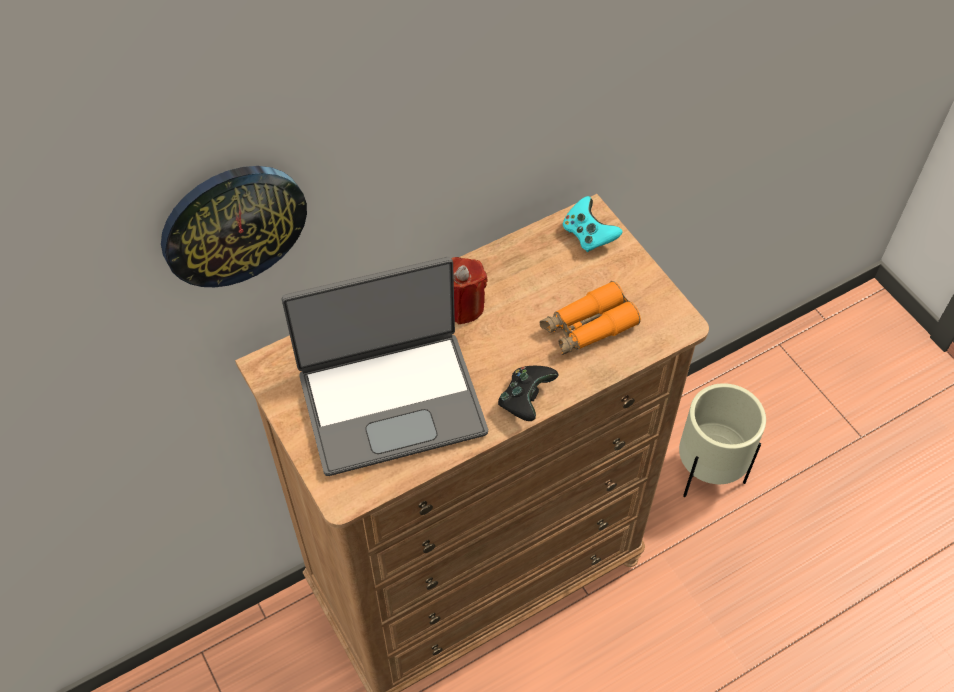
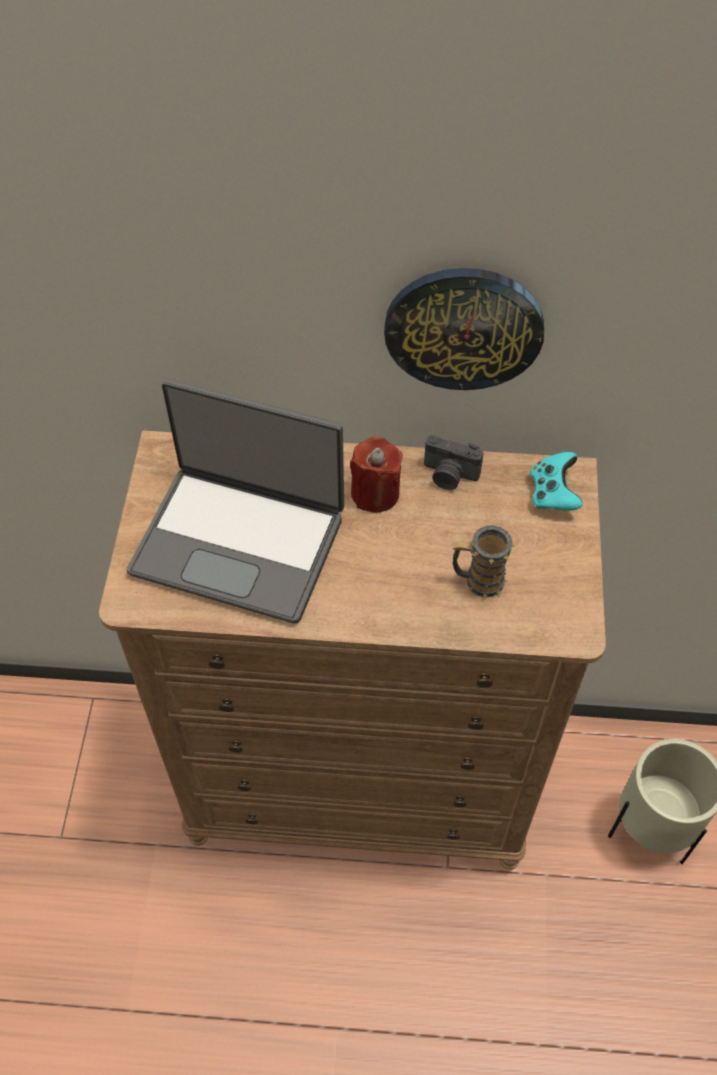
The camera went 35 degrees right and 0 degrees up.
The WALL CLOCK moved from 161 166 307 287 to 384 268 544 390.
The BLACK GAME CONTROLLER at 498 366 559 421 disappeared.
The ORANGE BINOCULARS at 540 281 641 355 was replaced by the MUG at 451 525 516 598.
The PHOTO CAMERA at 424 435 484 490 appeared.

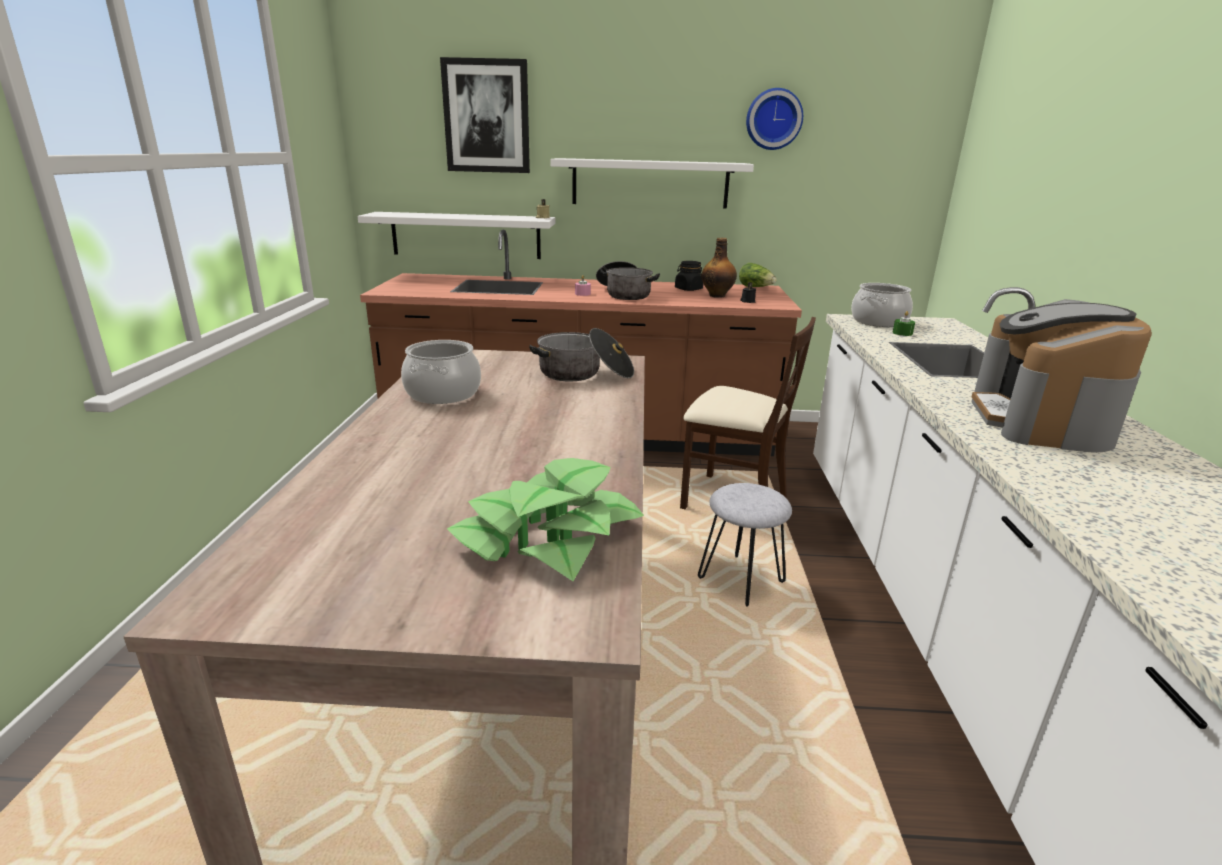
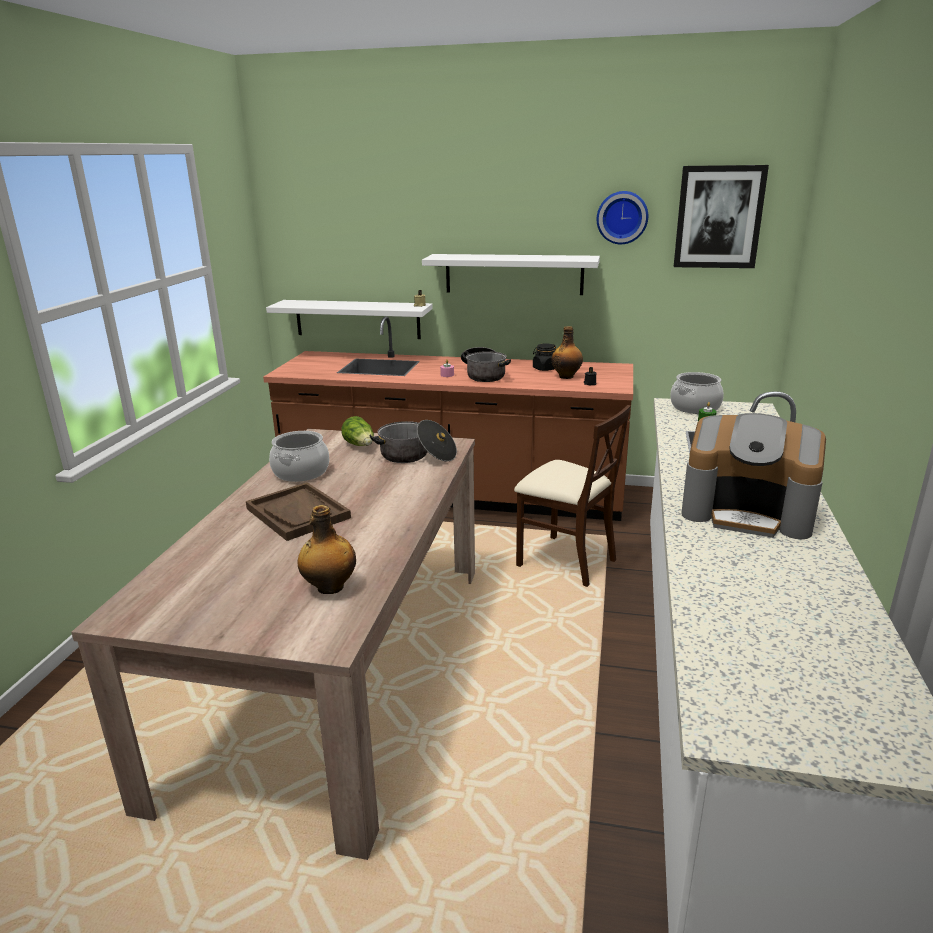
The camera went 10 degrees right and 0 degrees up.
The PICTURE moved from 440 57 530 173 to 674 165 769 268.
The POTTED PLANT at 447 458 644 581 was replaced by the BOTTLE at 297 505 356 594.
The GREY STOOL at 698 483 792 607 disappeared.
The LETTUCE moved from 739 263 777 287 to 341 416 374 446.
The COFFEE MACHINE at 971 299 1152 453 turned 90 degrees counterclockwise.
The BROWN TRAY at 246 482 351 541 appeared.

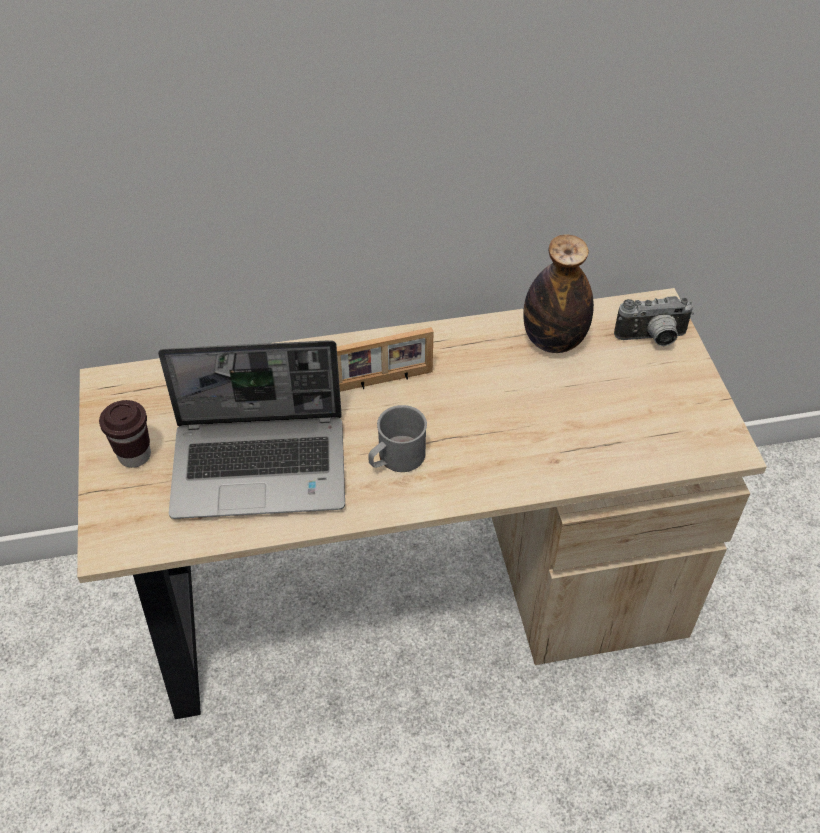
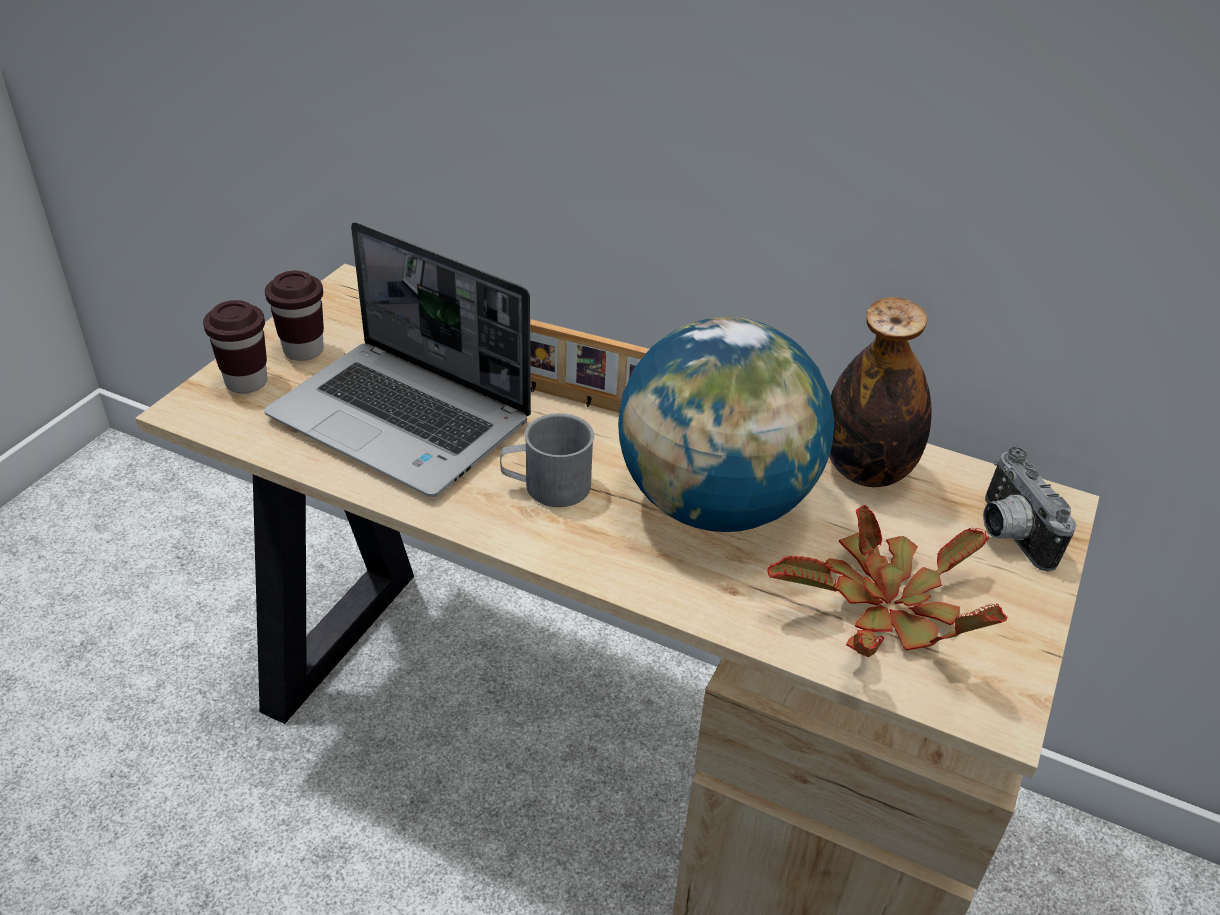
The camera went 35 degrees right and 10 degrees down.
The PHOTO CAMERA at 614 296 694 346 turned 45 degrees clockwise.
The BROWN CUP at 203 300 267 393 appeared.
The GLOBE at 618 317 834 532 appeared.
The POTTED PLANT at 768 505 1007 657 appeared.

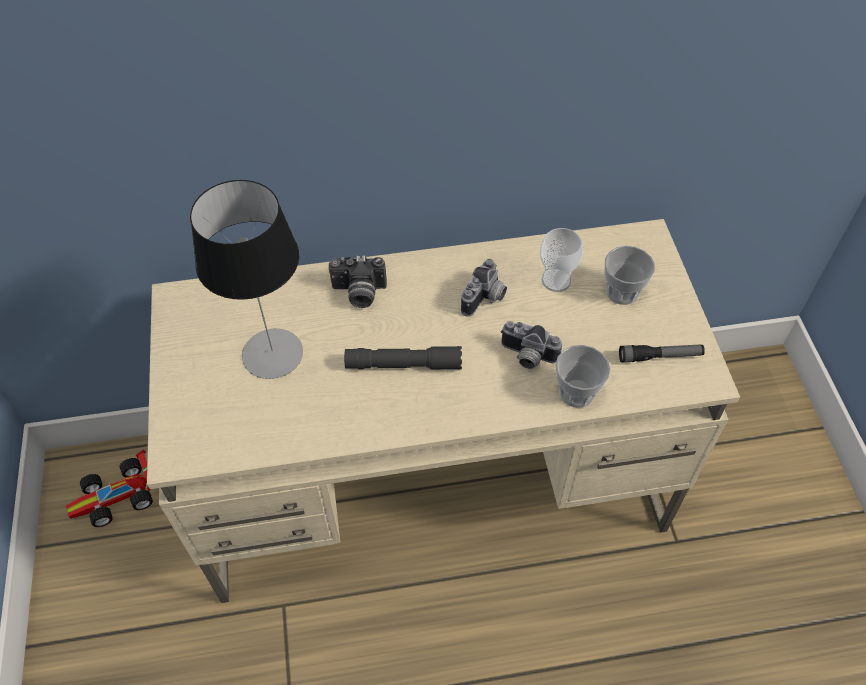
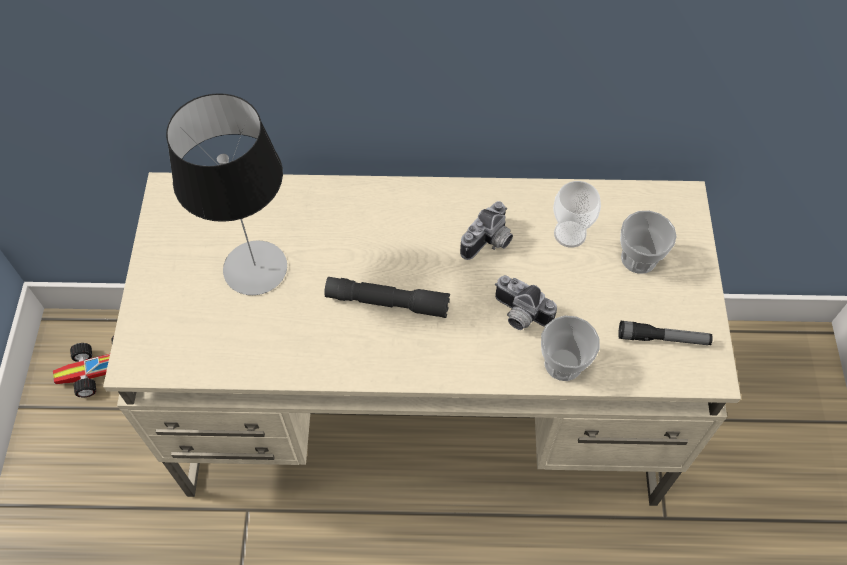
The camera went 10 degrees right and 5 degrees up.
The PHOTO CAMERA at 329 255 387 308 disappeared.

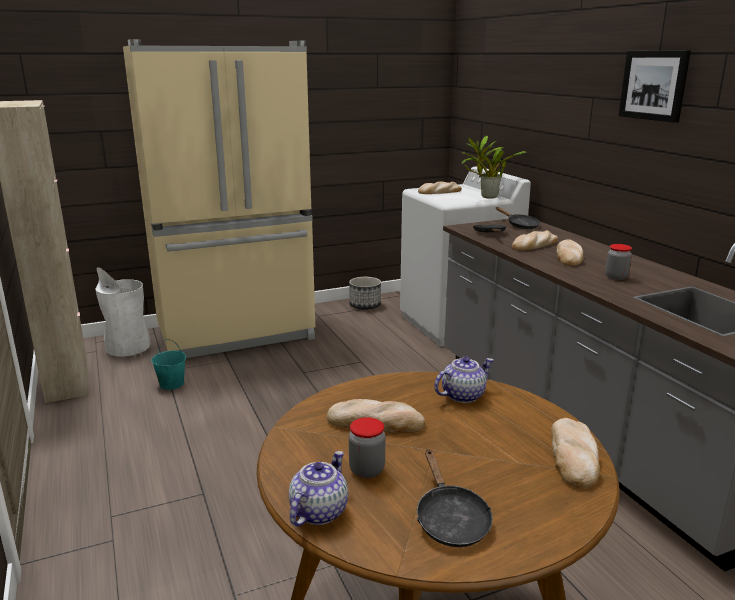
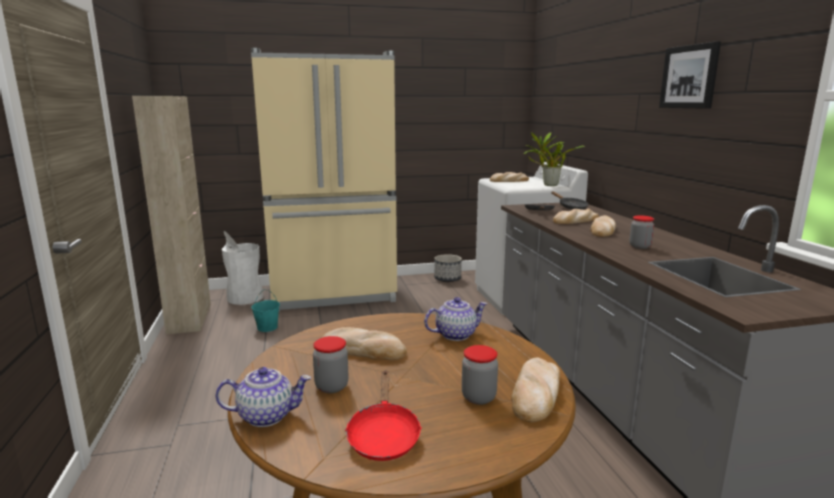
The camera went 10 degrees right and 5 degrees down.
The TEAPOT at 289 451 348 526 turned 45 degrees clockwise.
The BLACK FRYING PAN at 417 449 493 547 became the RED FRYING PAN at 345 370 422 461.
The JAR at 462 345 498 405 appeared.

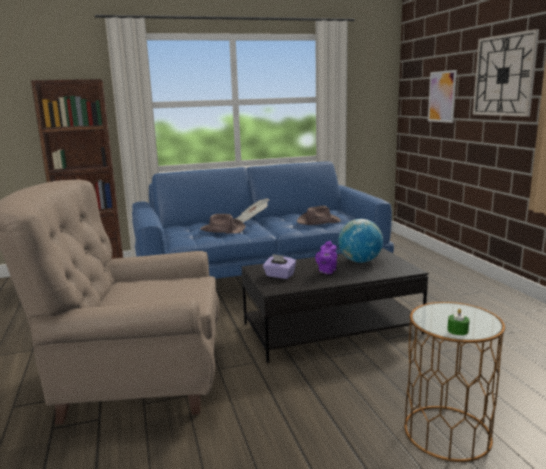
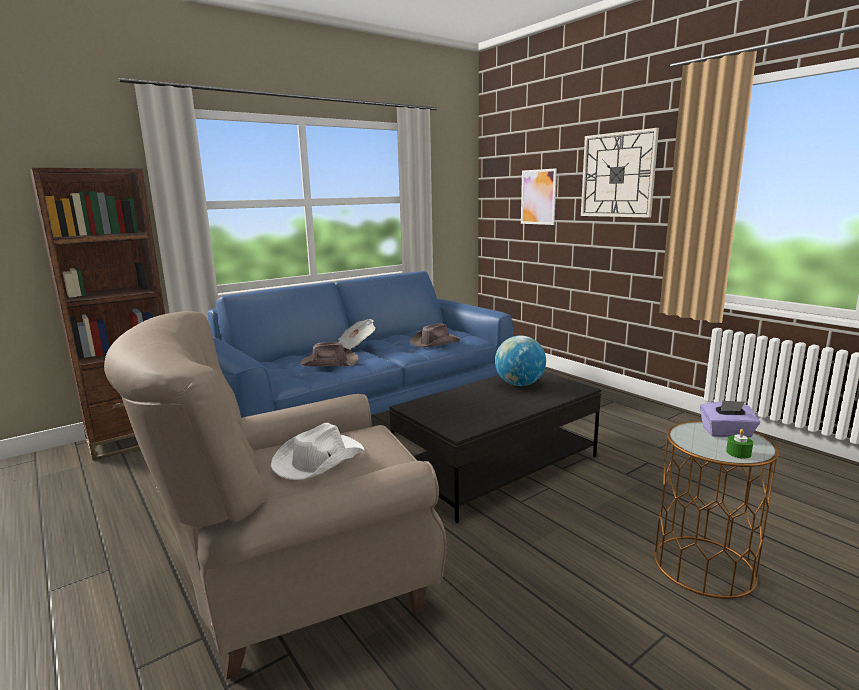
The camera went 20 degrees left and 0 degrees up.
The PURPLE TISSUE BOX moved from 263 254 296 279 to 700 400 760 438.
The PURPLE TEAPOT at 315 240 337 274 disappeared.
The WHITE HAT at 270 423 365 480 appeared.

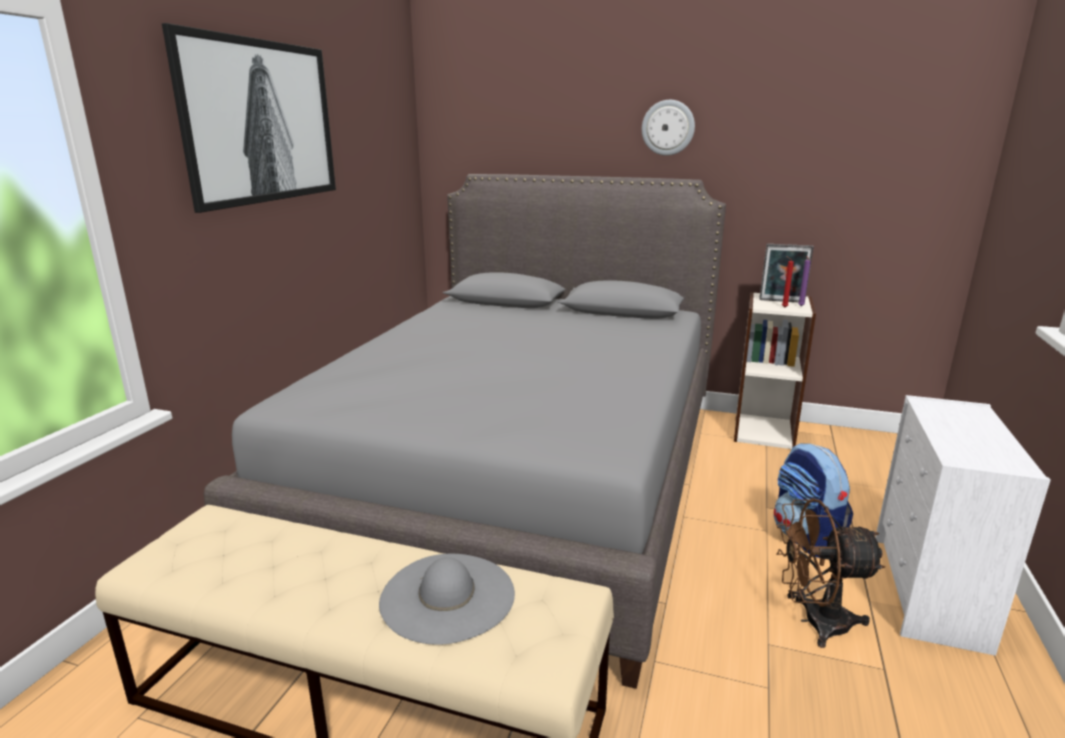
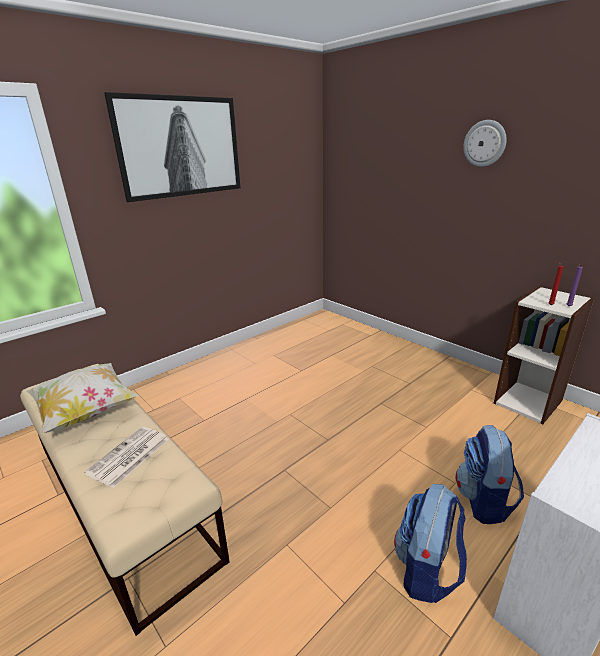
The camera went 30 degrees right and 5 degrees up.
The GREY BED at 204 174 726 689 disappeared.
The GREY HAT at 379 554 515 645 was replaced by the NEWSPAPER at 84 427 169 488.
The PICTURE FRAME at 759 244 814 303 disappeared.
The BROWN FAN at 777 498 885 648 was replaced by the BACKPACK at 394 484 467 603.
The PILLOW at 26 363 139 434 appeared.

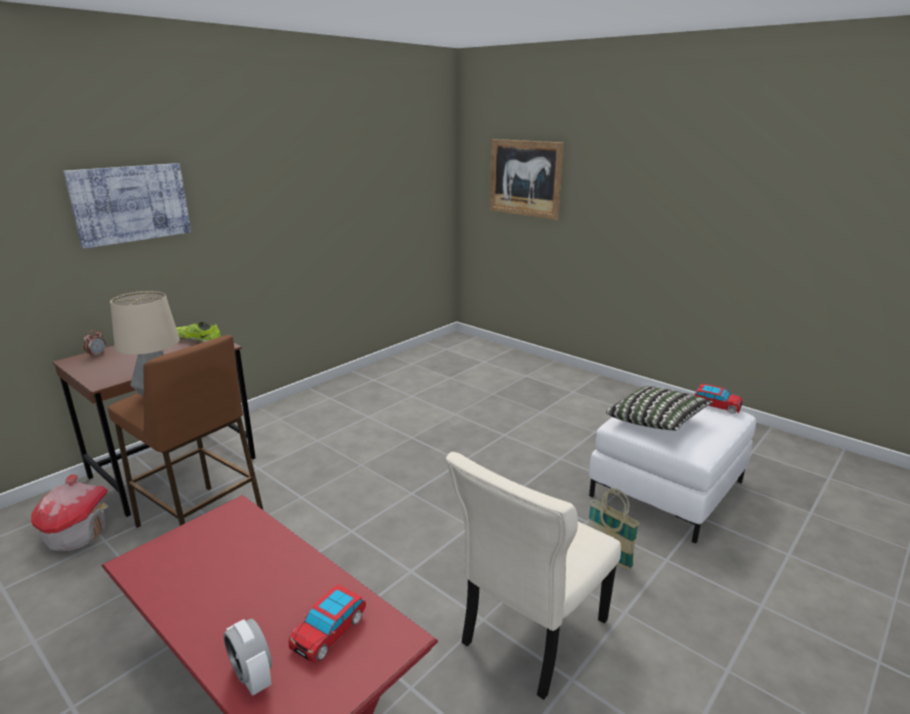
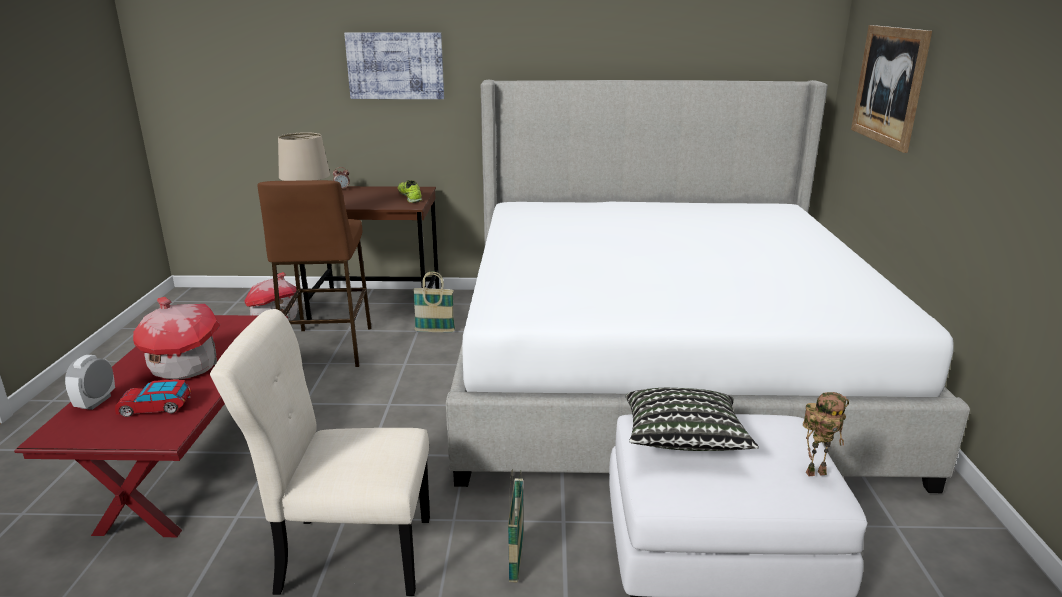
The camera went 50 degrees right and 0 degrees up.
The TOY CAR at 694 384 743 414 was replaced by the TOY ROBOT at 803 392 849 476.
The TOY HOUSE at 133 297 220 380 appeared.
The BASKET at 413 271 455 332 appeared.
The BED at 446 80 970 493 appeared.

